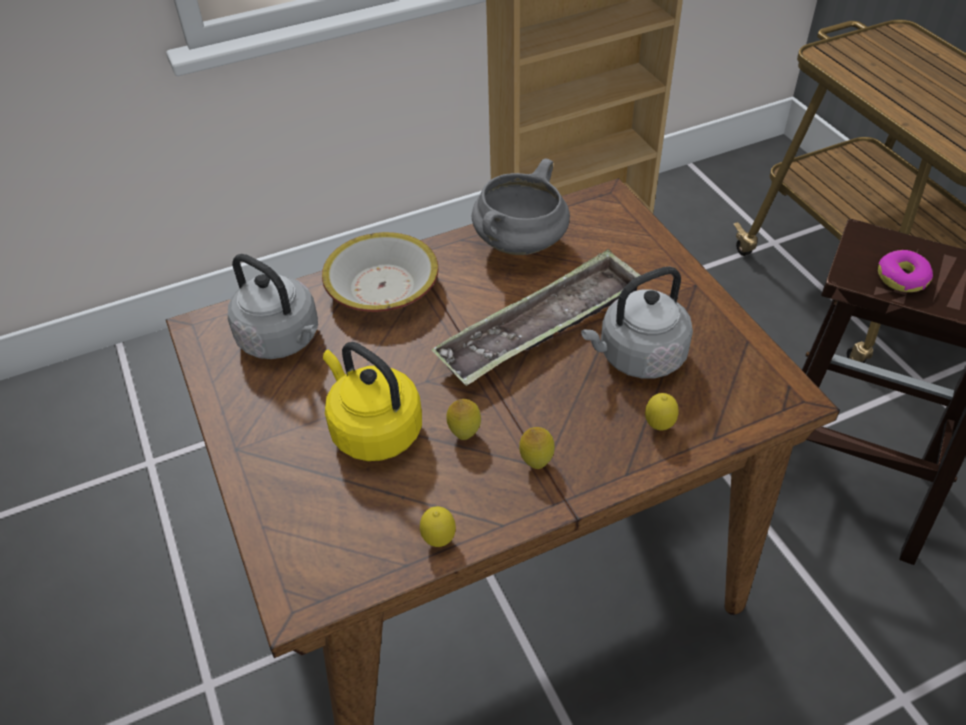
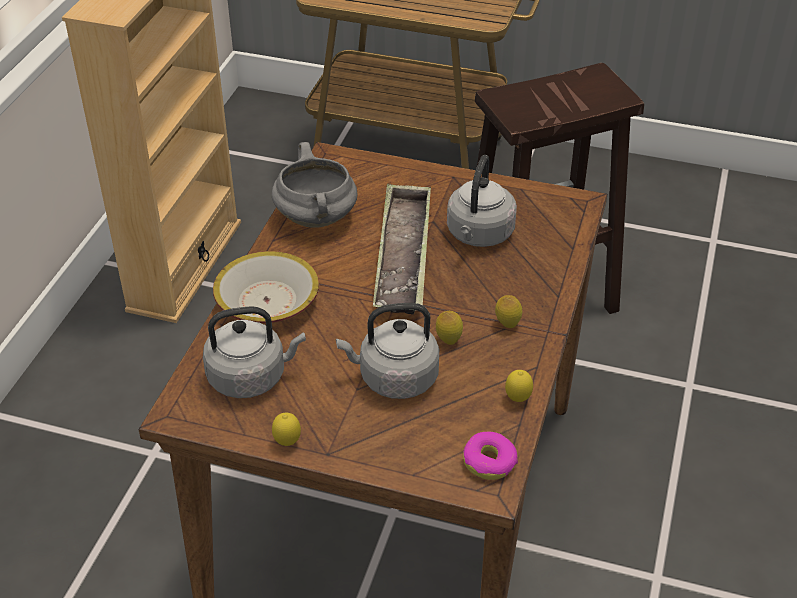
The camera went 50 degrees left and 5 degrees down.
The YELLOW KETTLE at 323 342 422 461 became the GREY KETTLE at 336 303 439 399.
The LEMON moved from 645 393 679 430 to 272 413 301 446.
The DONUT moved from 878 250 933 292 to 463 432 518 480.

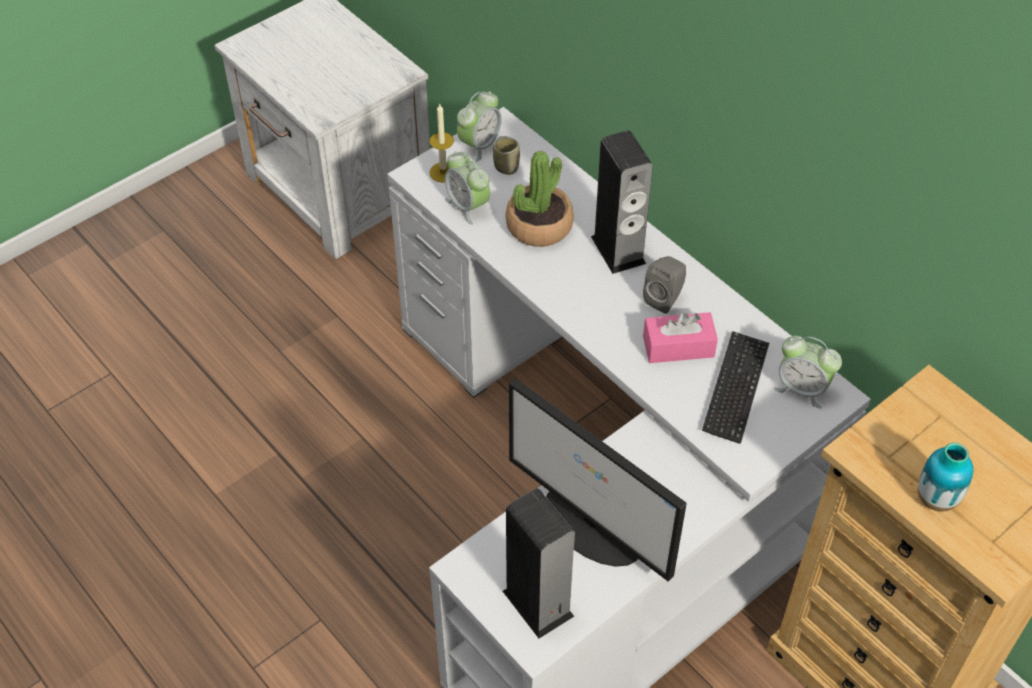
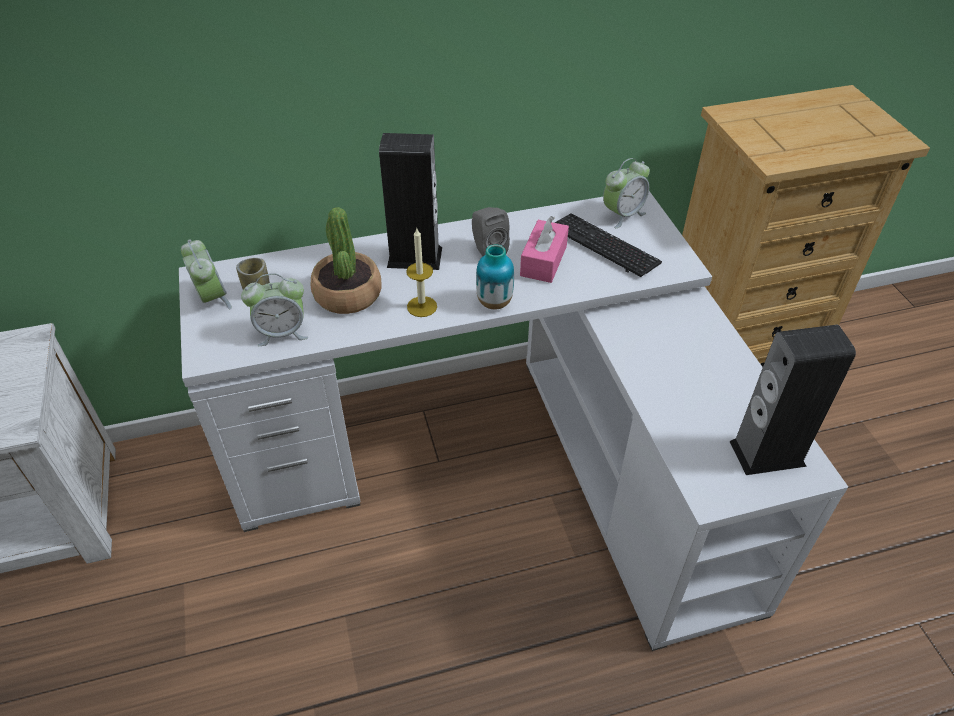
The camera went 65 degrees left and 5 degrees down.
The CANDLE moved from 429 103 454 183 to 406 228 437 317.
The MONITOR at 509 378 687 582 disappeared.
The VASE moved from 918 443 973 512 to 476 244 514 309.

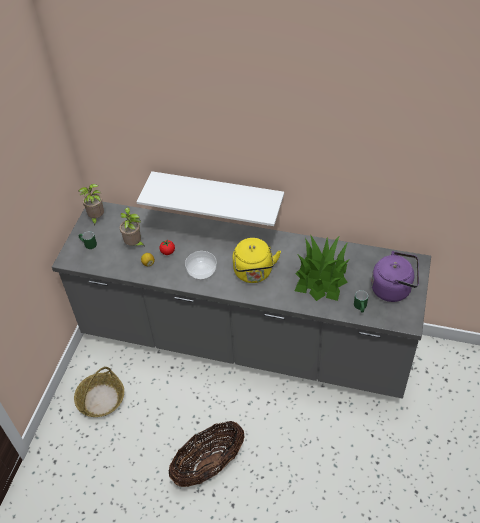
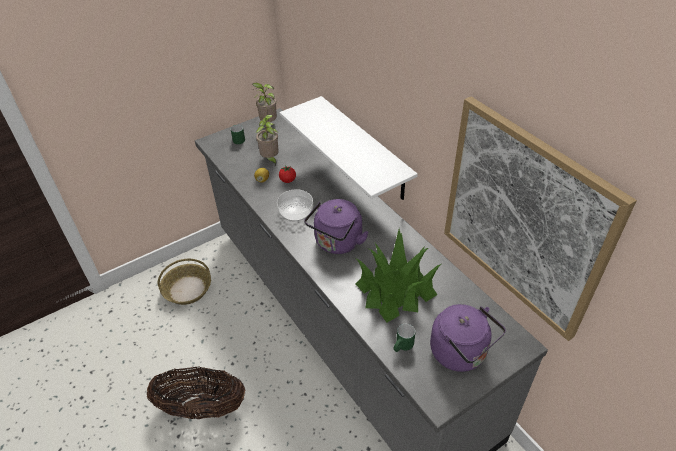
The camera went 40 degrees right and 5 degrees down.
The YELLOW KETTLE at 233 238 281 283 became the PURPLE KETTLE at 304 199 369 254.
The PICTURE at 444 97 636 341 appeared.

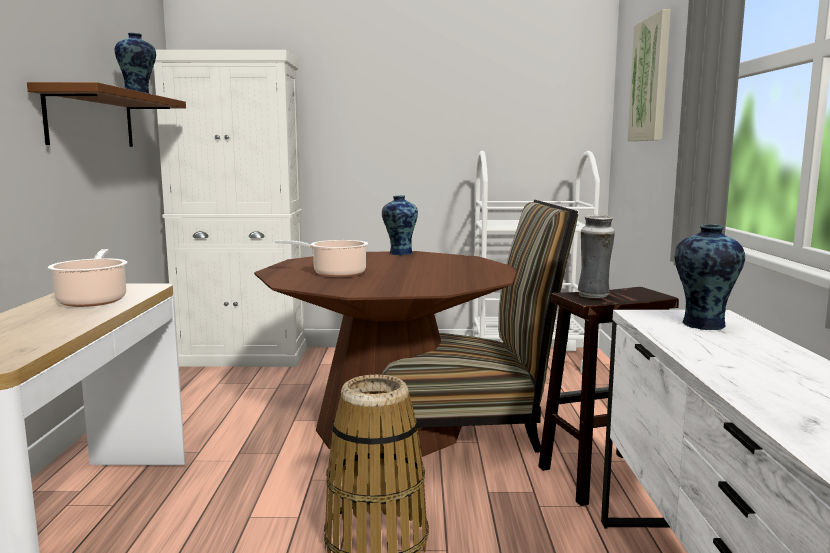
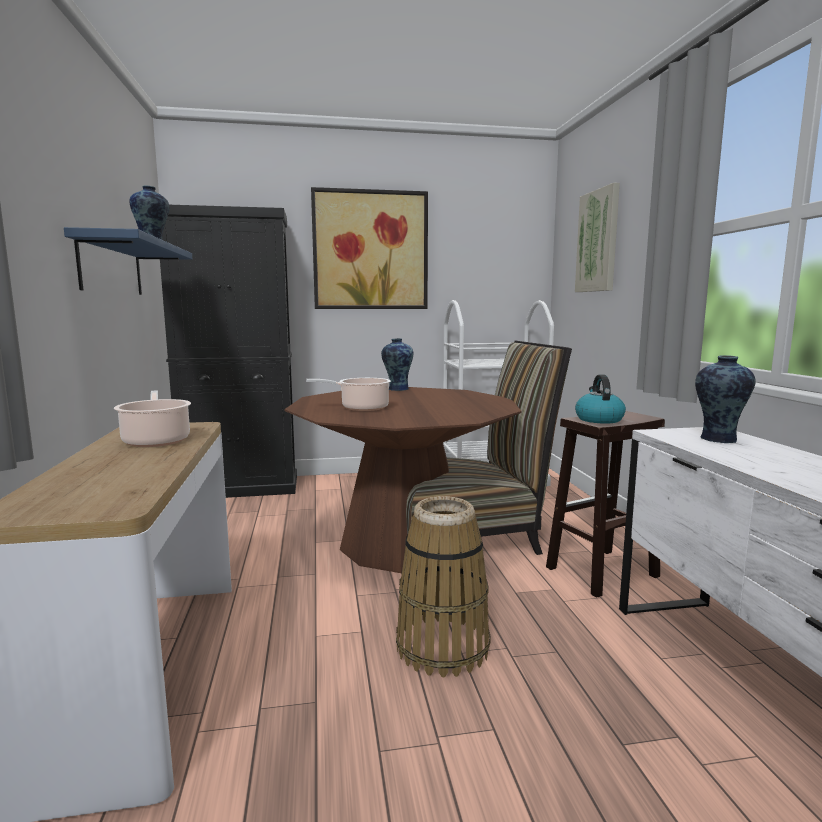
The camera went 10 degrees left and 0 degrees up.
The BROWN SHELF at 27 82 186 147 became the BLUE SHELF at 64 227 192 295.
The WHITE CABINET at 154 50 307 367 became the BLACK CABINET at 160 205 297 498.
The VASE at 578 215 615 298 was replaced by the KETTLE at 575 374 626 424.
The PICTURE at 311 187 428 309 appeared.

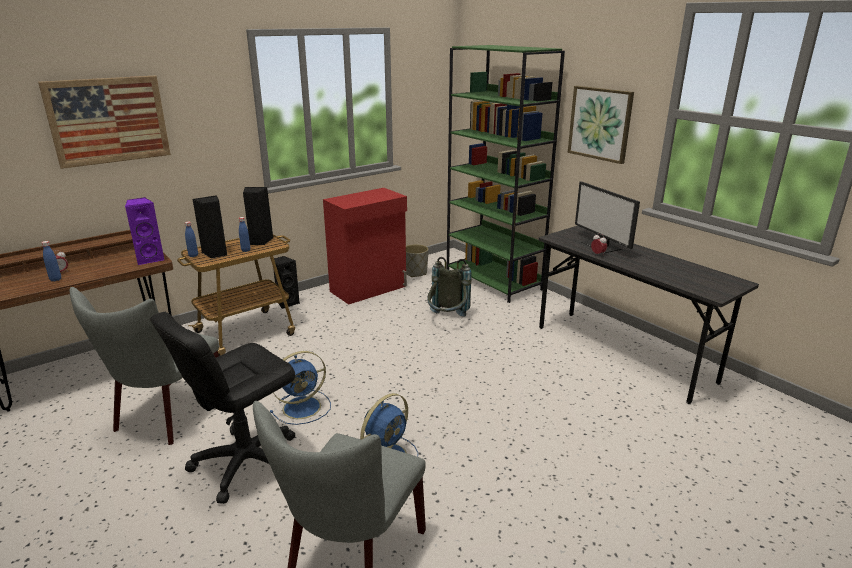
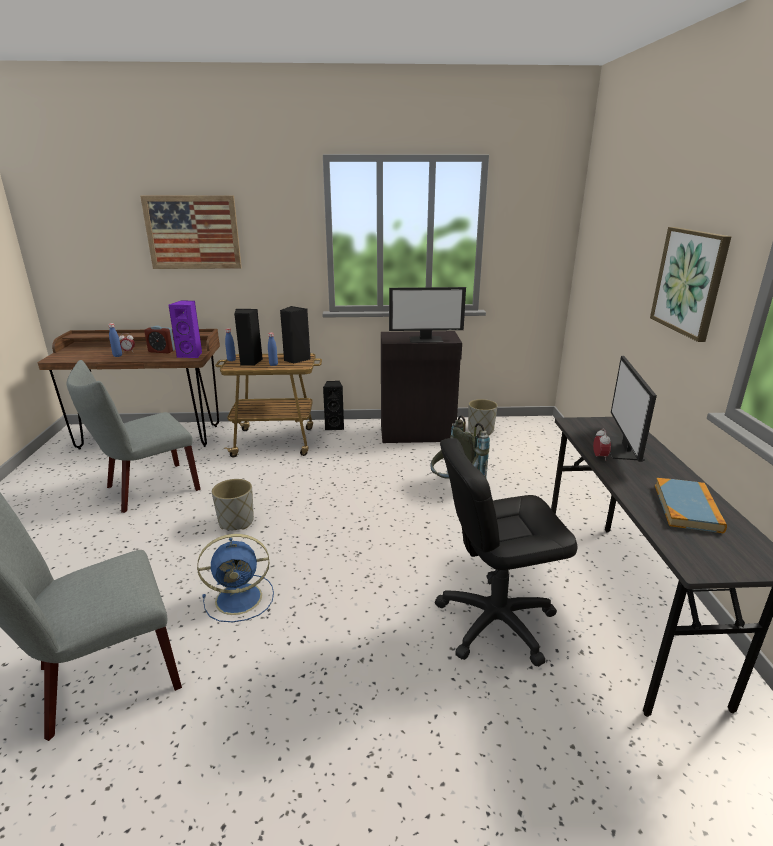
The camera went 35 degrees right and 0 degrees up.
The BLACK OFFICE CHAIR moved from 150 312 295 504 to 435 438 577 667.
The BLUE FAN at 270 351 331 425 was replaced by the GREY PLANTER at 212 479 254 530.
The RED CABINET at 323 188 407 305 became the BLACK CABINET at 381 331 462 443.
The GREEN BOOKCASE at 447 45 565 303 disappeared.
The ALARM CLOCK at 144 326 175 353 appeared.
The MONITOR at 389 287 466 343 appeared.
The BOOK at 655 478 727 533 appeared.

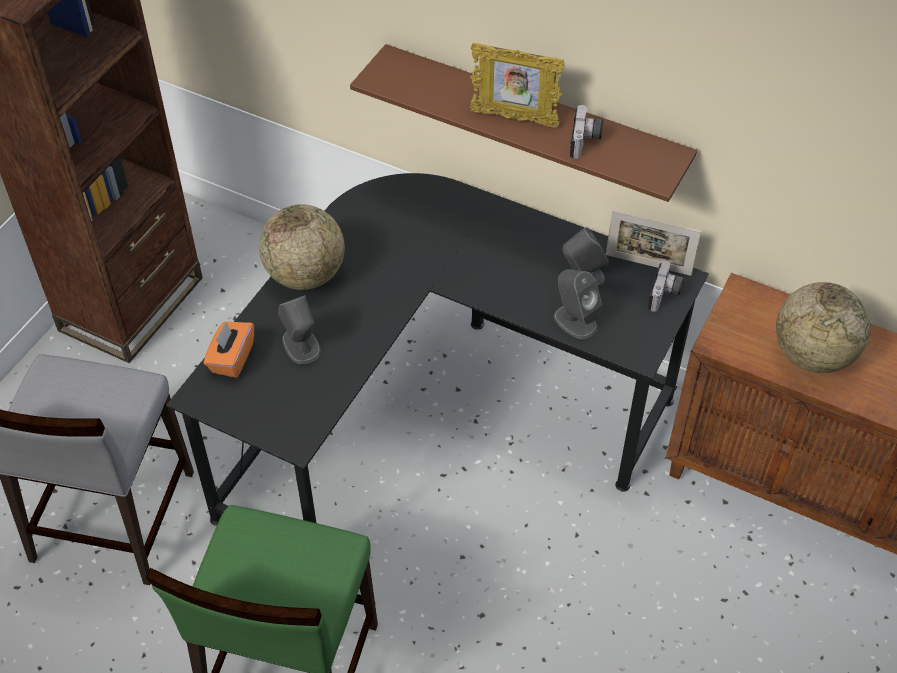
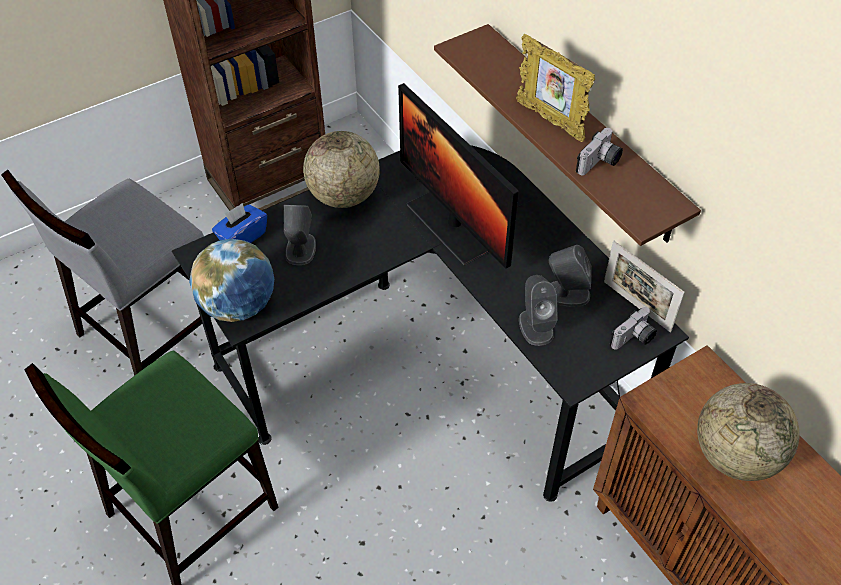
The camera went 30 degrees right and 0 degrees up.
The ORANGE TISSUE BOX at 204 322 254 378 became the BLUE TISSUE BOX at 212 203 267 243.
The GLOBE at 189 239 274 322 appeared.
The MONITOR at 398 83 519 269 appeared.

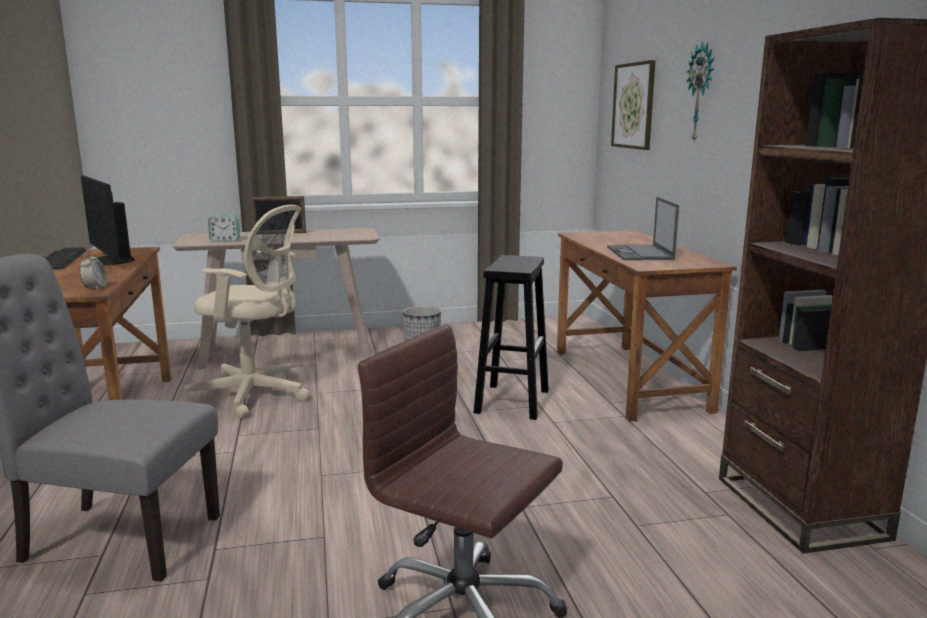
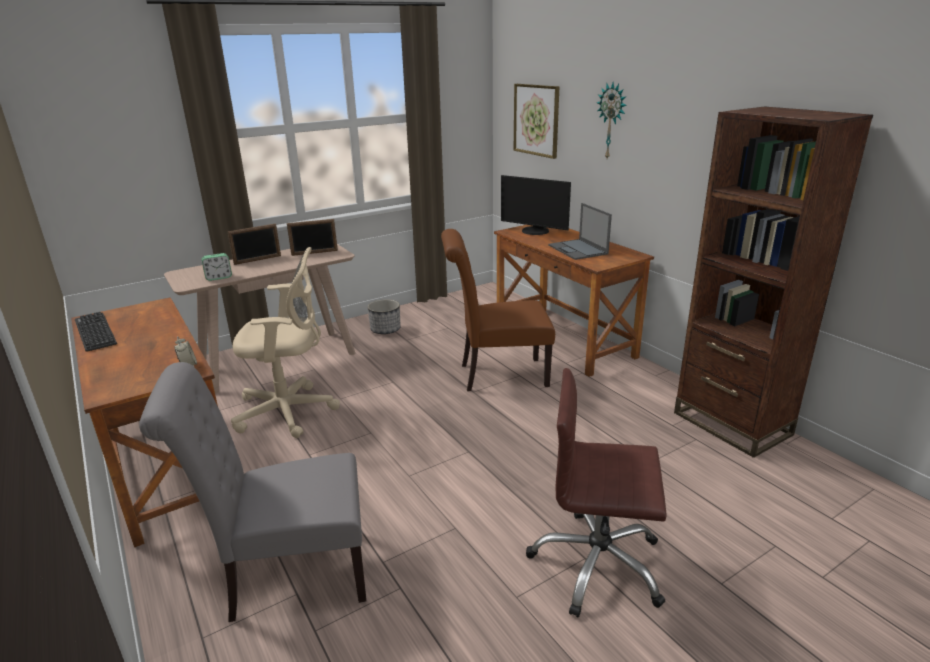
The camera went 20 degrees left and 10 degrees up.
The MONITOR moved from 81 175 134 265 to 501 175 571 235.
The BLACK STOOL at 474 255 549 420 was replaced by the BROWN CHAIR at 441 229 555 391.
The PICTURE FRAME at 287 219 338 256 appeared.

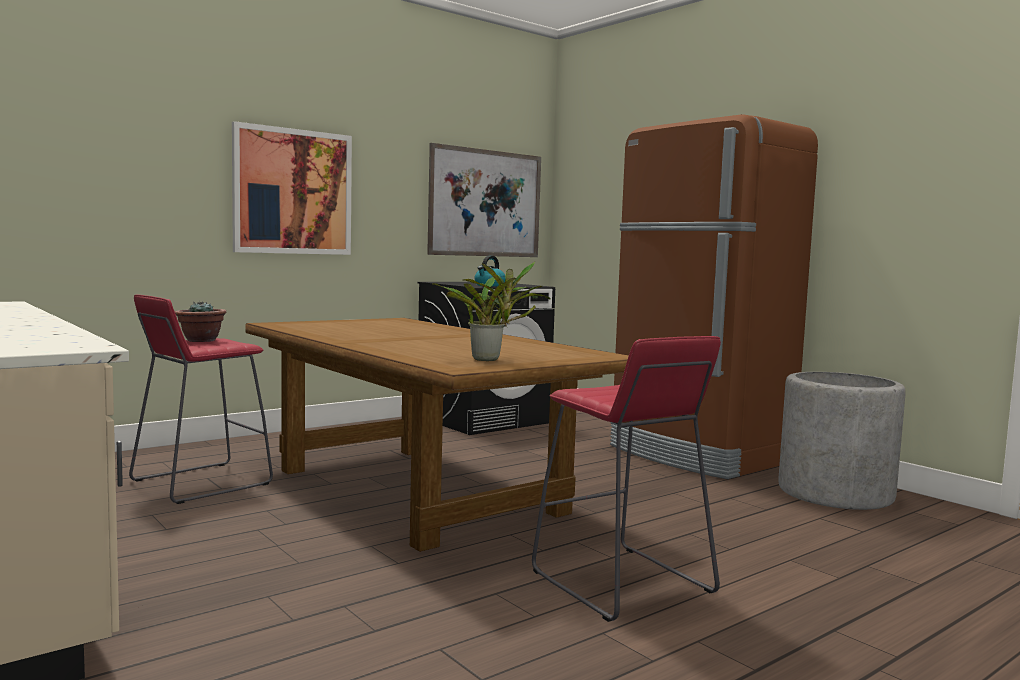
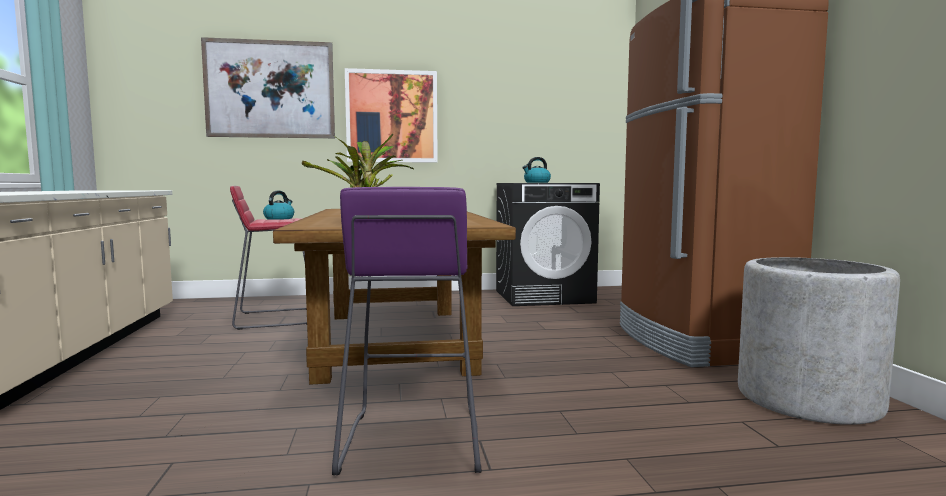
The camera went 30 degrees right and 0 degrees up.
The POTTED PLANT at 175 301 226 342 was replaced by the KETTLE at 263 191 294 220.
The PICTURE moved from 427 143 541 257 to 201 37 335 138.
The RED STOOL at 532 336 721 622 became the PURPLE STOOL at 332 187 482 475.

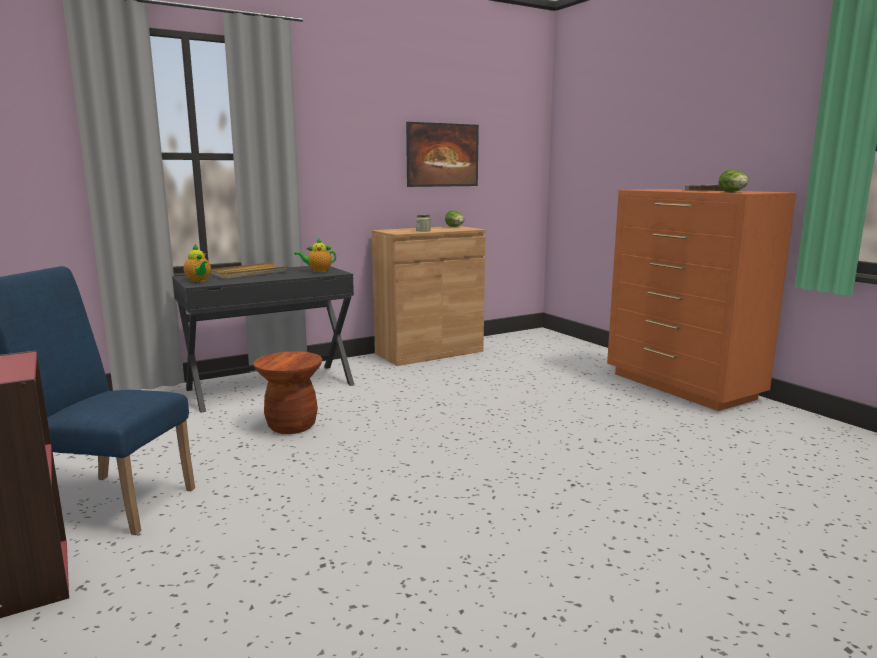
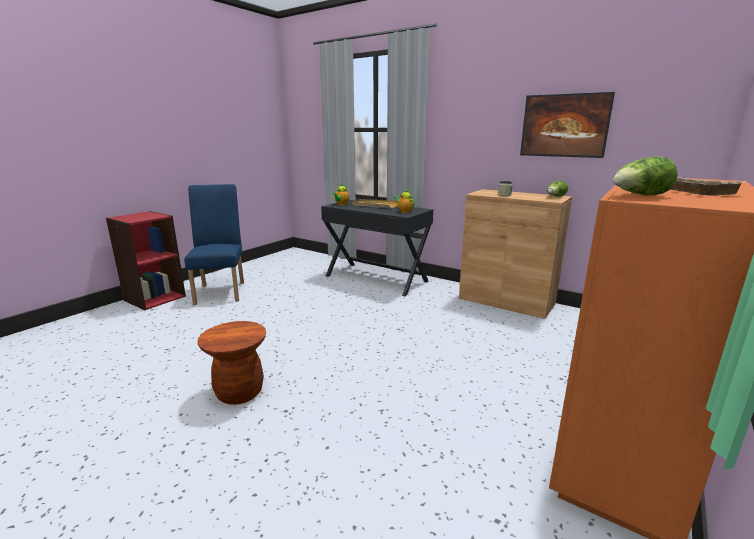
The camera went 65 degrees right and 5 degrees up.
The BROWN STOOL moved from 253 351 322 434 to 197 321 266 405.

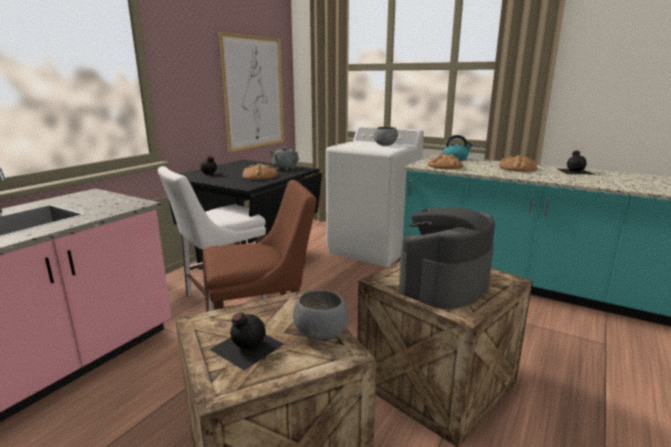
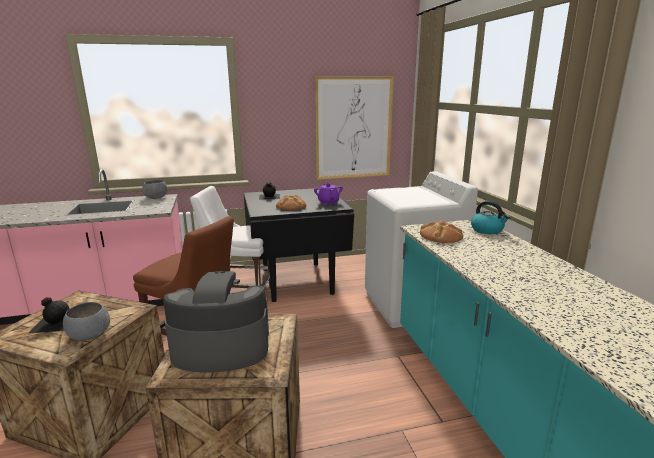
The camera went 45 degrees right and 0 degrees up.
The GREY TEAPOT at 270 147 299 170 became the PURPLE TEAPOT at 314 183 343 205.
The GREY BOWL moved from 374 127 398 146 to 142 180 168 199.
The BREAD at 499 155 537 172 disappeared.
The BLACK BOTTLE at 557 150 593 174 disappeared.

